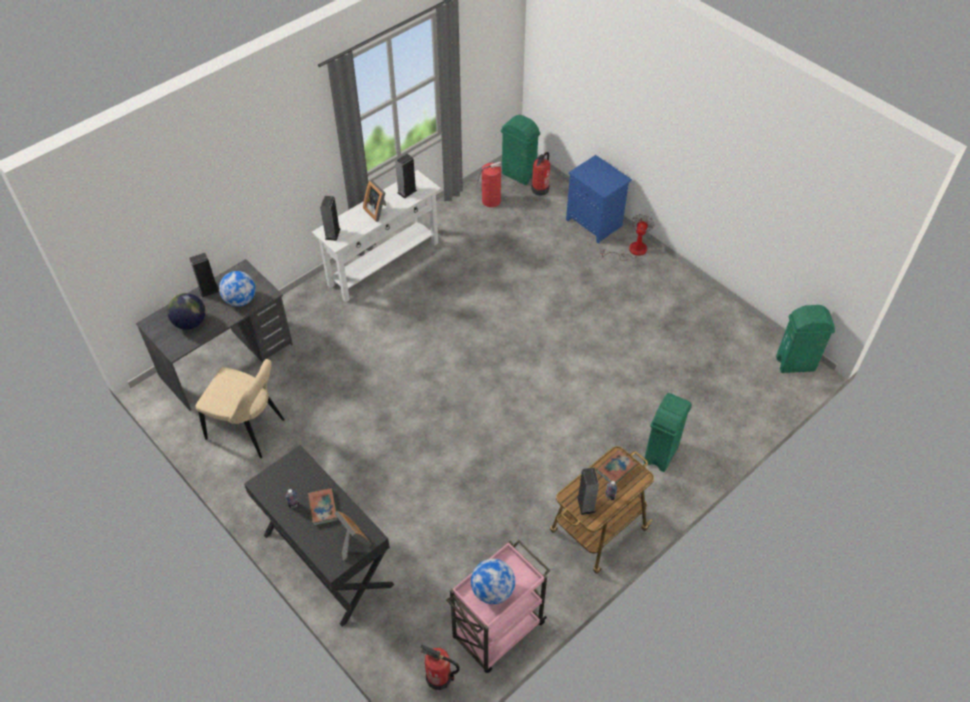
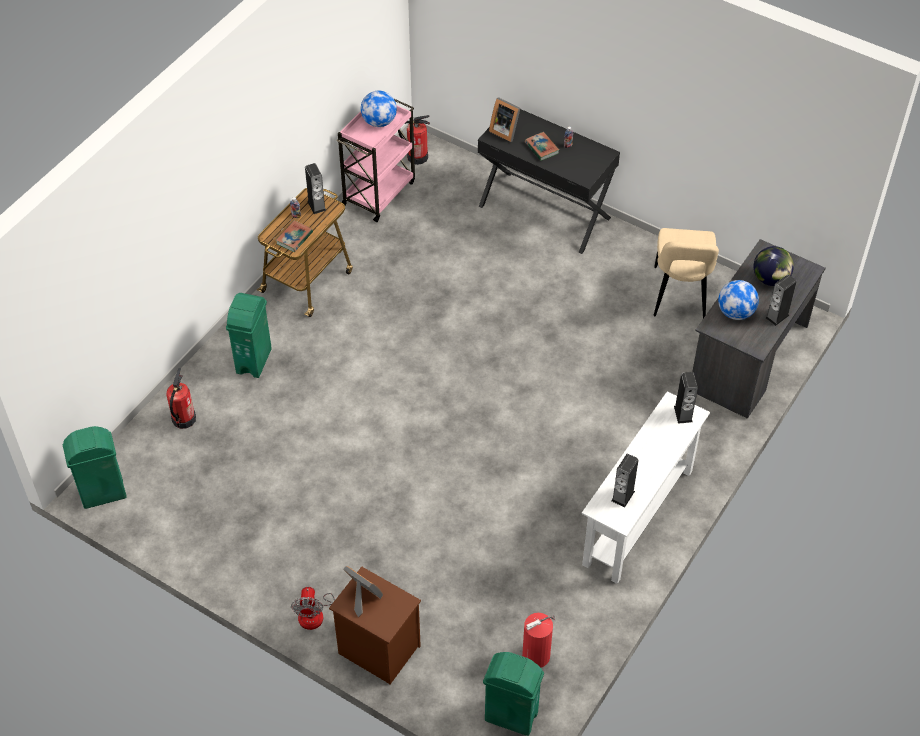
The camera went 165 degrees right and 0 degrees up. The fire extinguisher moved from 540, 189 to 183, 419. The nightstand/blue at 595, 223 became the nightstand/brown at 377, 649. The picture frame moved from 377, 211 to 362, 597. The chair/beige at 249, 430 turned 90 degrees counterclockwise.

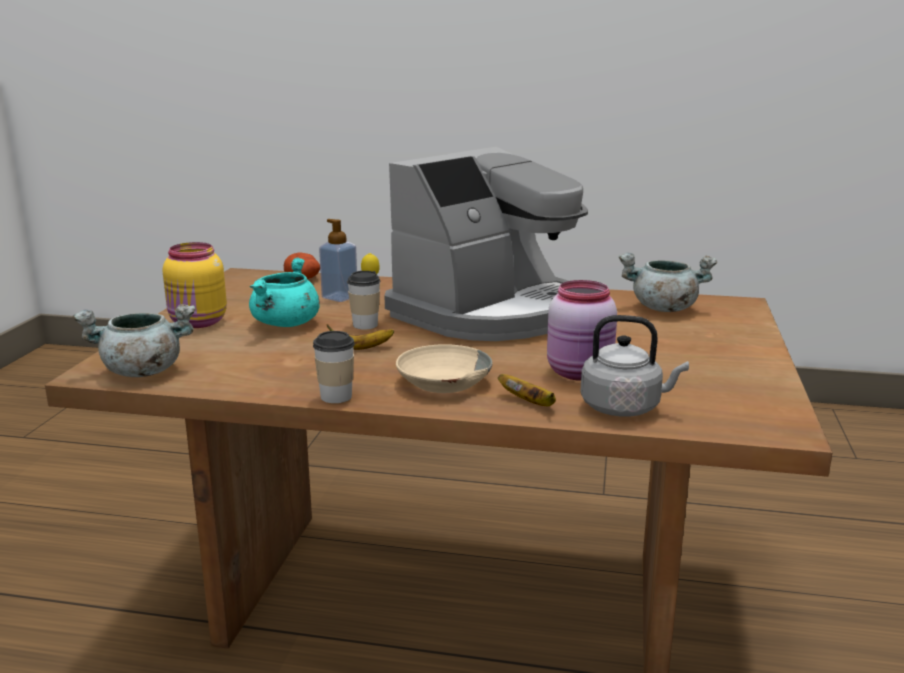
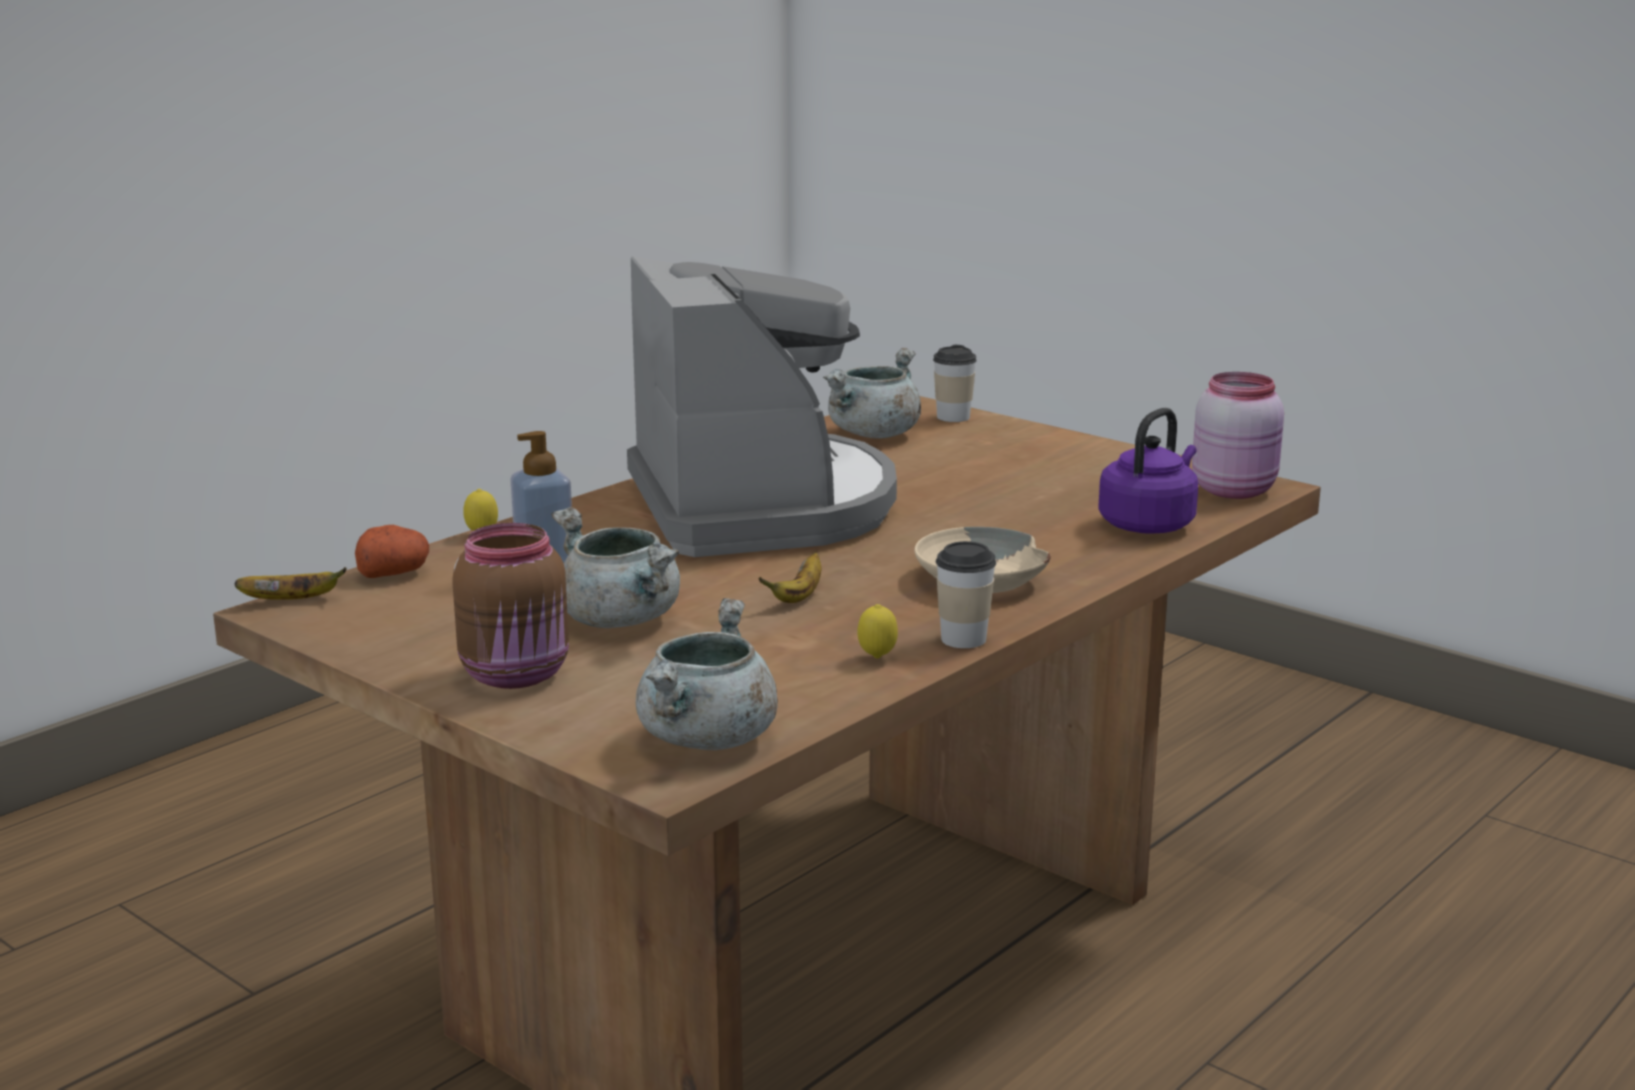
The camera went 60 degrees left and 0 degrees up. The jar/yellow at 198, 323 became the jar/brown at 518, 675. The cooking pot/turquoise at 286, 324 became the cooking pot/grey at 622, 620. The cup moved from 365, 325 to 953, 417. The jar/pink moved from 581, 373 to 1235, 490. The kettle/grey at 625, 408 became the kettle/purple at 1149, 524. The banana moved from 529, 402 to 293, 600. The lemon at 877, 658 appeared.

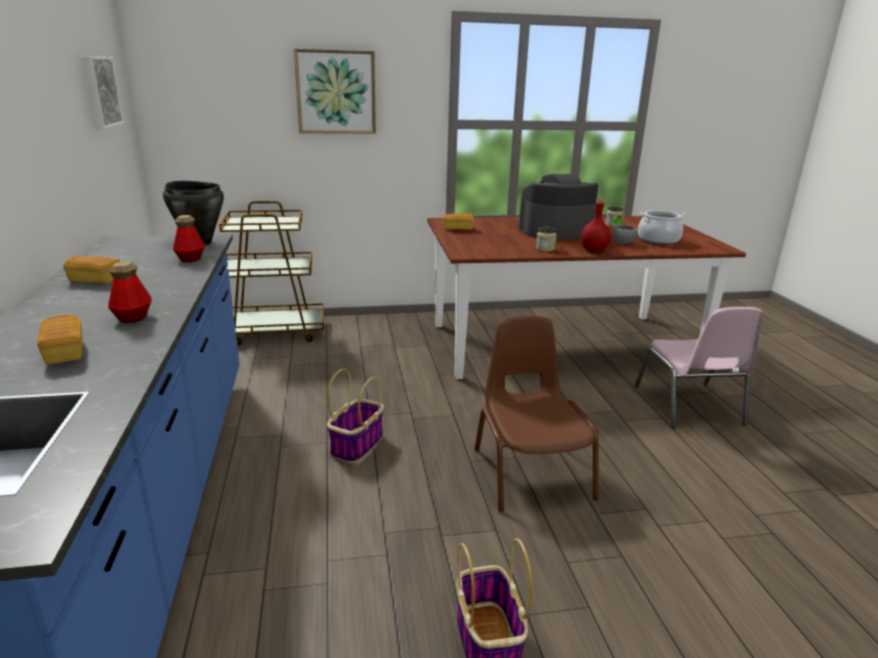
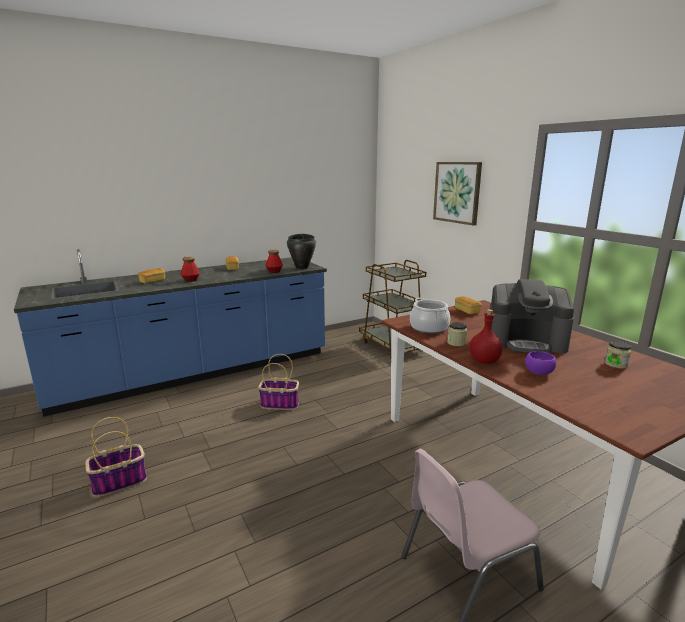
The camera went 70 degrees right and 5 degrees down. The picture at 100, 92 disappeared. The coffee machine at 555, 232 turned 135 degrees clockwise. The cooking pot moved from 658, 240 to 429, 328. The bowl/grey at 623, 243 became the bowl/purple at 539, 373. The chair/brown at 530, 472 disappeared.

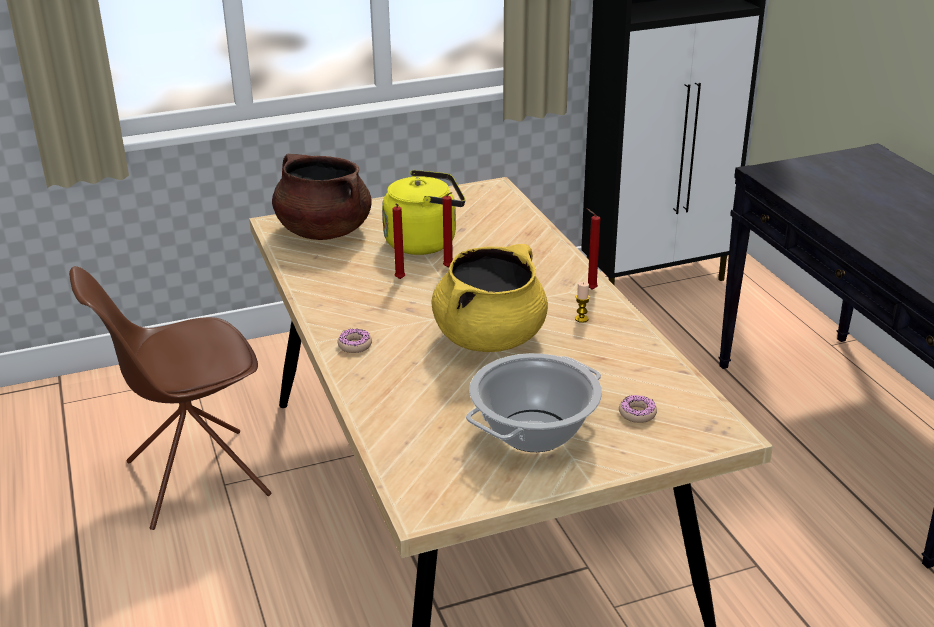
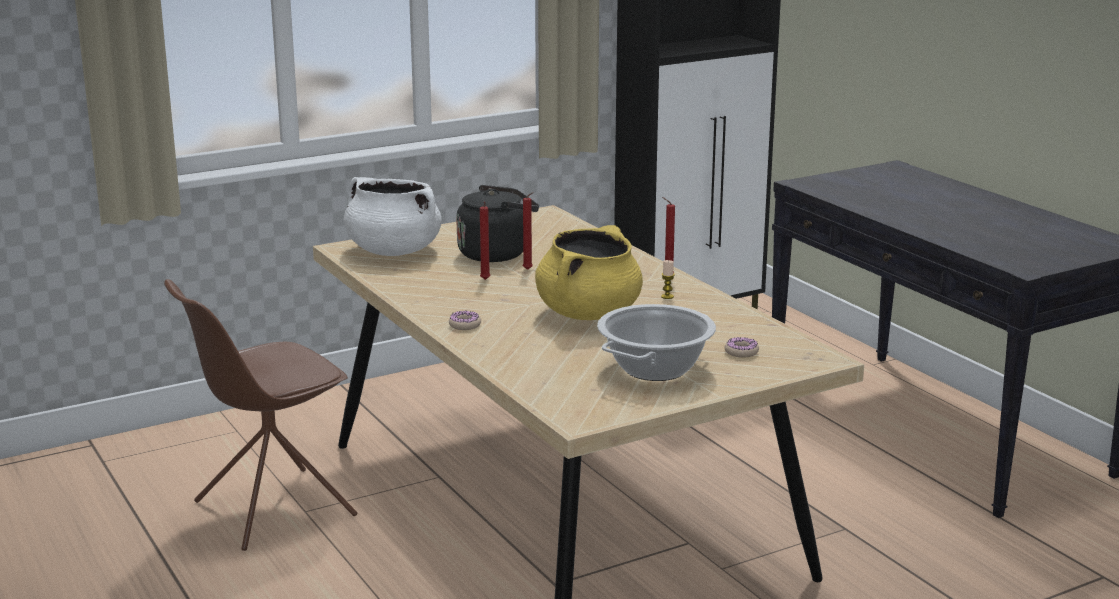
The camera went 10 degrees left and 10 degrees down. The cooking pot/brown at 323, 231 became the cooking pot/white at 393, 251. The kettle/yellow at 425, 242 became the kettle/black at 497, 254.

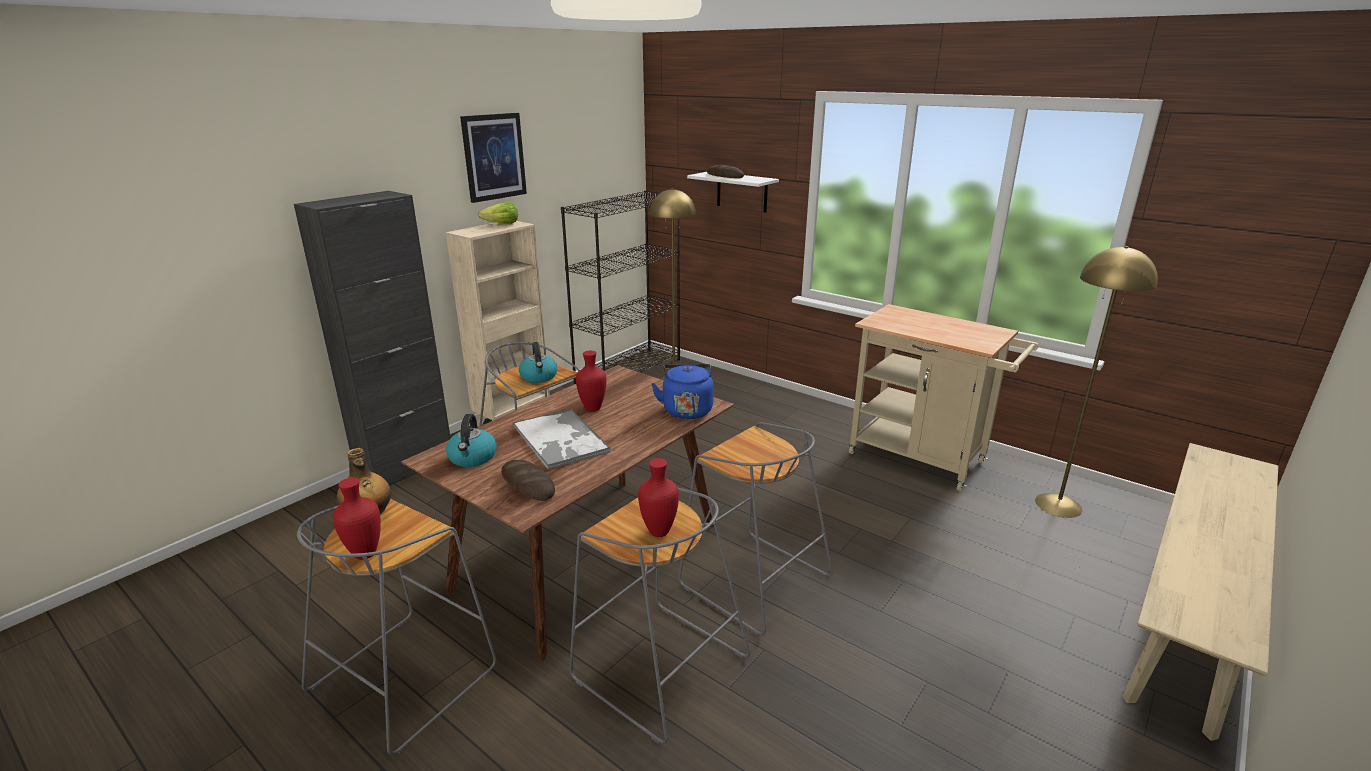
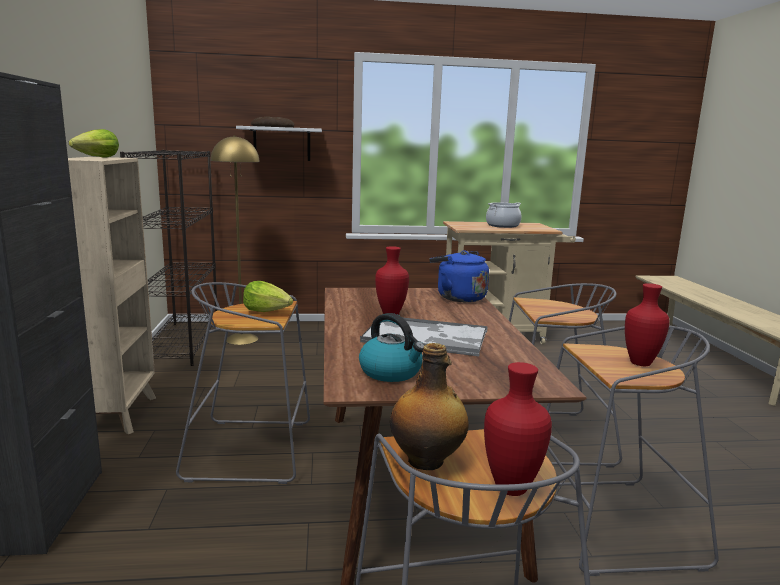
The camera went 45 degrees left and 10 degrees down. The picture at 494, 157 disappeared. The floor lamp/yellow at 1058, 505 disappeared. The kettle at 539, 377 was replaced by the lettuce at 267, 311. The bread at 528, 484 disappeared. The cooking pot at 502, 225 appeared.

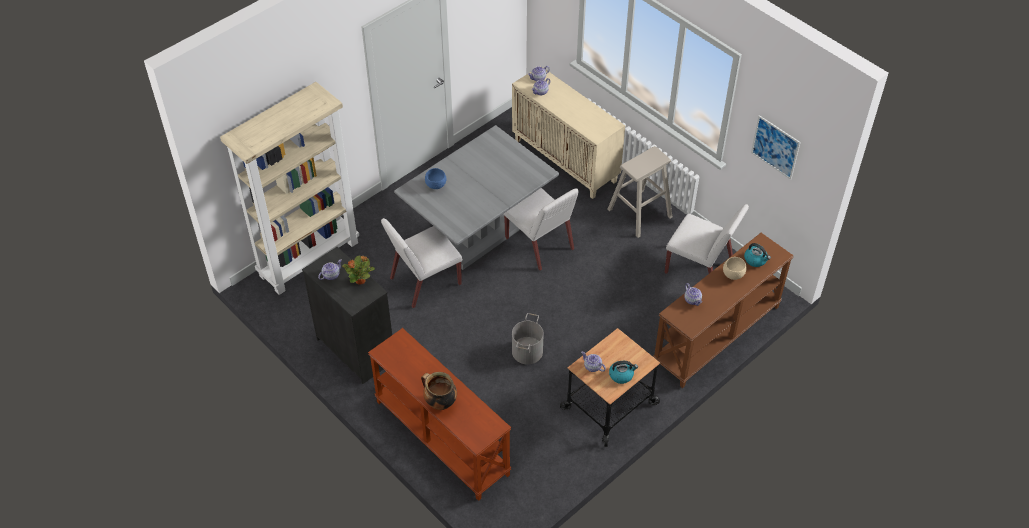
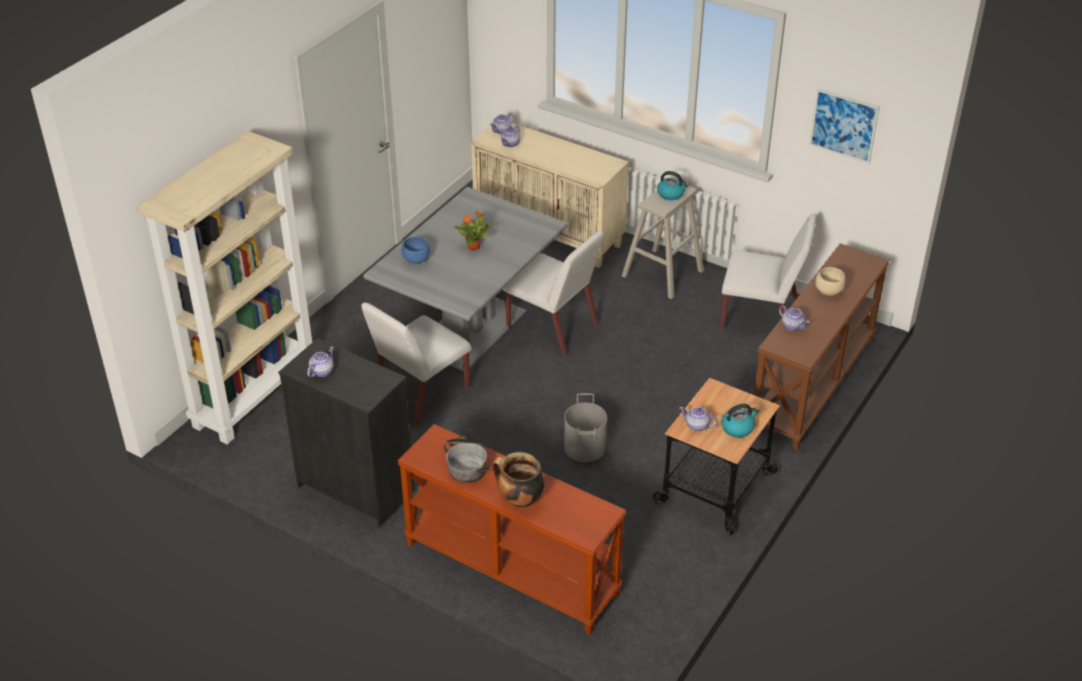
The camera went 15 degrees left and 10 degrees down. The kettle moved from 755, 260 to 671, 194. The potted plant moved from 361, 280 to 474, 247. The cooking pot at 466, 464 appeared.

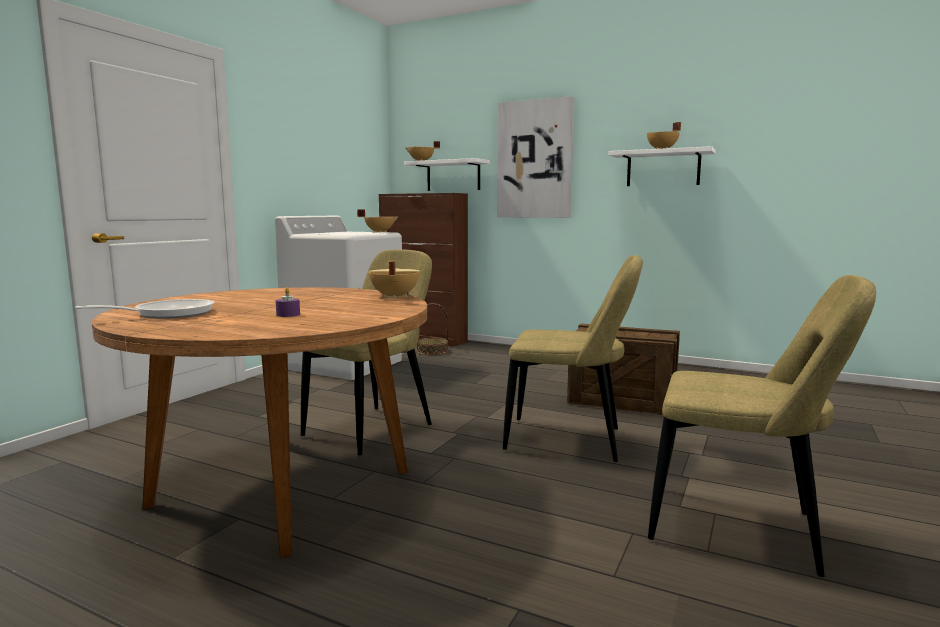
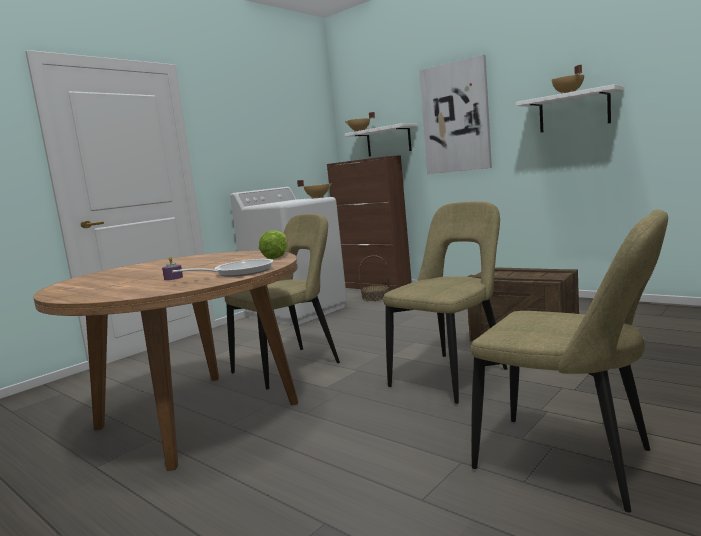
The camera went 15 degrees right and 0 degrees up. The chair/beige at 570, 440 turned 75 degrees counterclockwise. The cooking pot/beige at 393, 297 was replaced by the lettuce at 276, 256. The frying pan moved from 167, 314 to 238, 272.

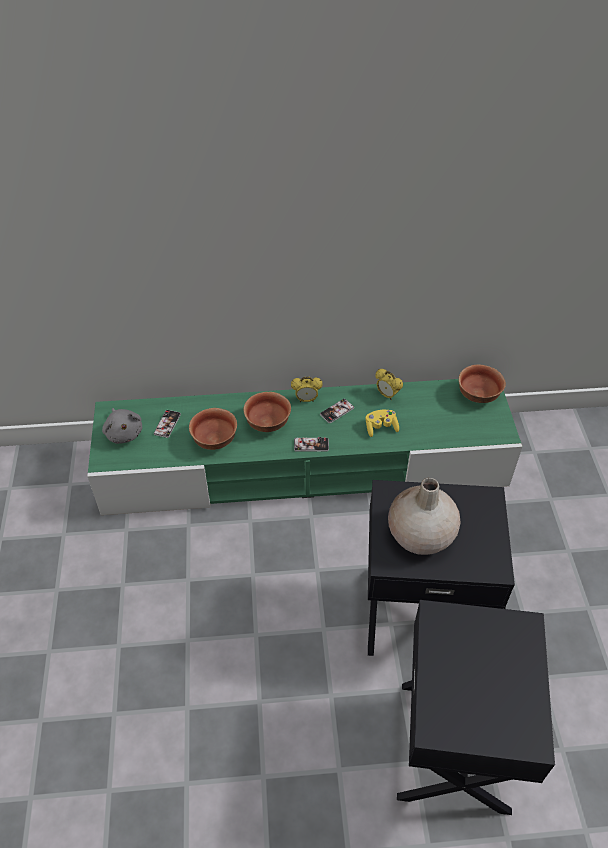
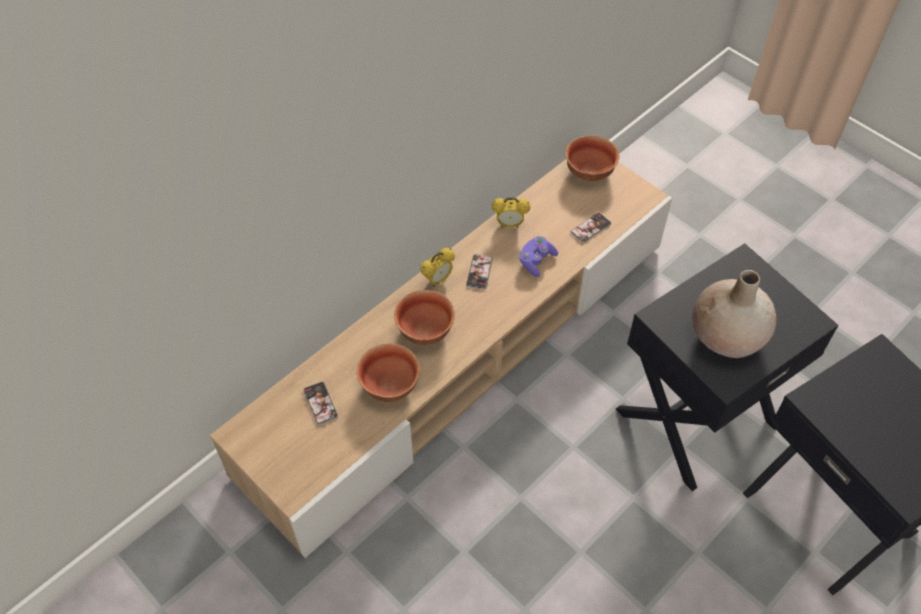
The camera went 40 degrees left and 5 degrees up. The tv stand/green at 305, 466 became the tv stand/beige at 461, 353. The plush toy/grey at 124, 432 disappeared. The game controller/yellow at 381, 427 became the game controller/purple at 536, 261. The phone moved from 311, 445 to 590, 228.

